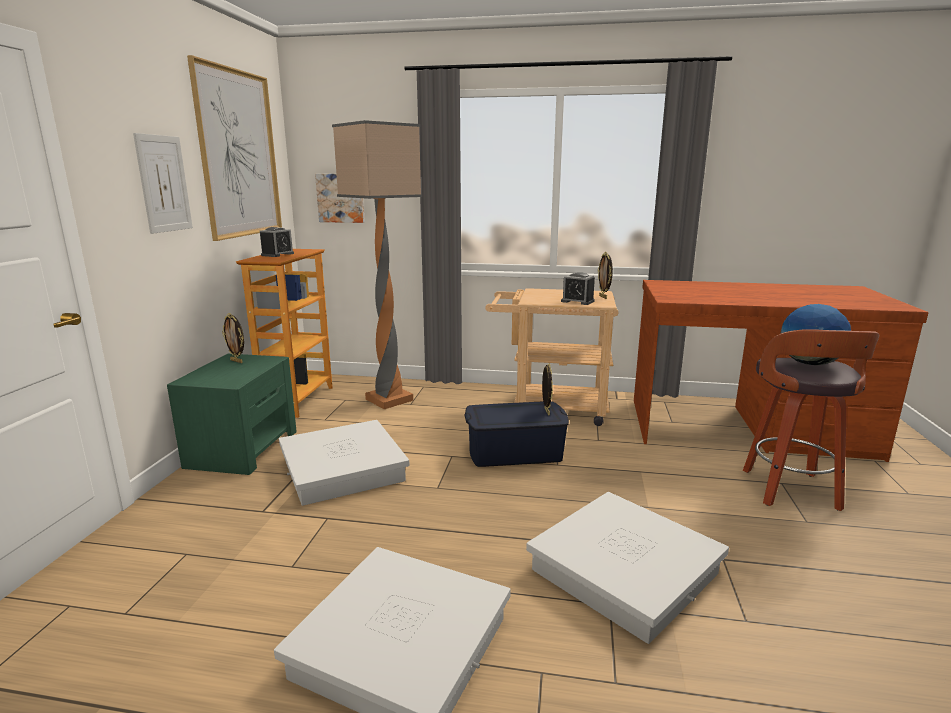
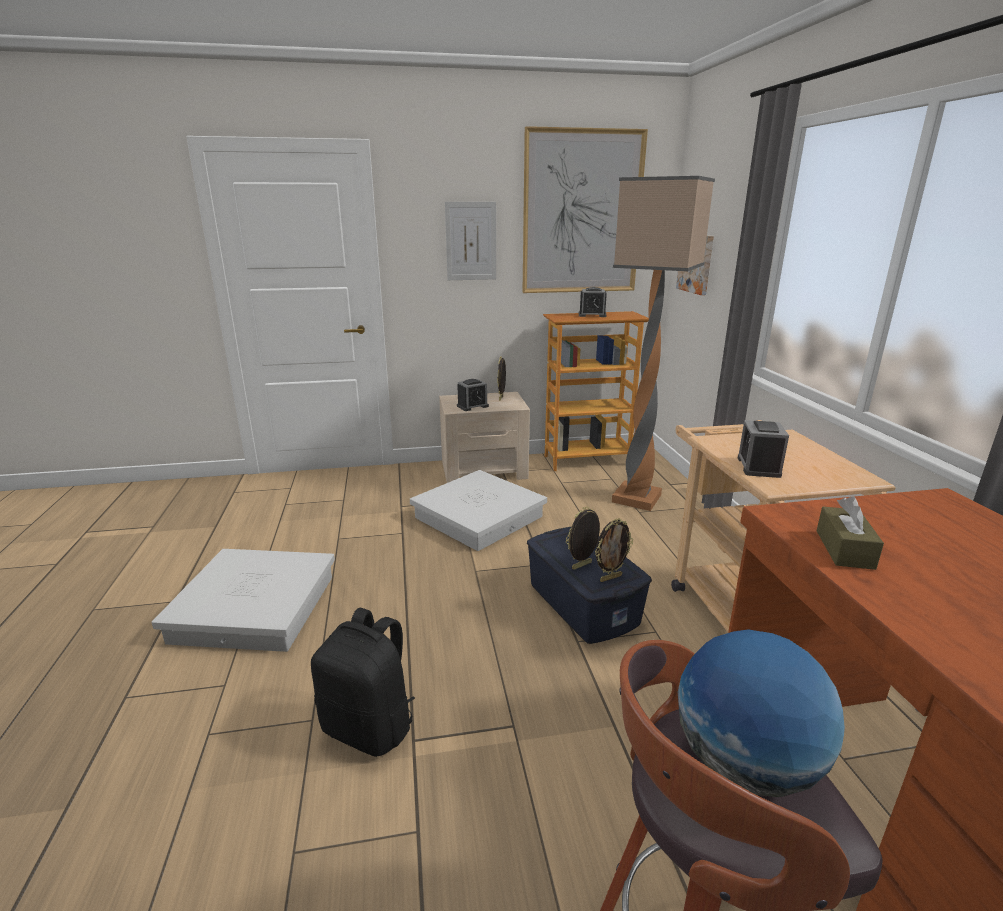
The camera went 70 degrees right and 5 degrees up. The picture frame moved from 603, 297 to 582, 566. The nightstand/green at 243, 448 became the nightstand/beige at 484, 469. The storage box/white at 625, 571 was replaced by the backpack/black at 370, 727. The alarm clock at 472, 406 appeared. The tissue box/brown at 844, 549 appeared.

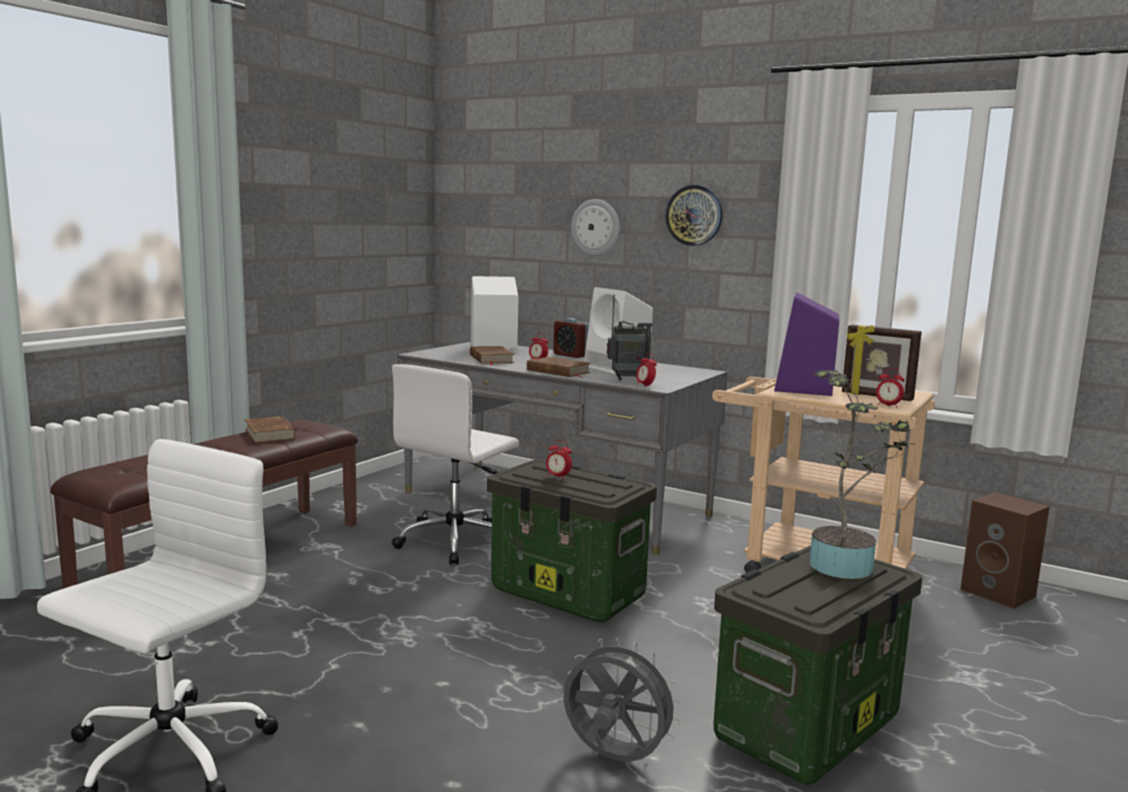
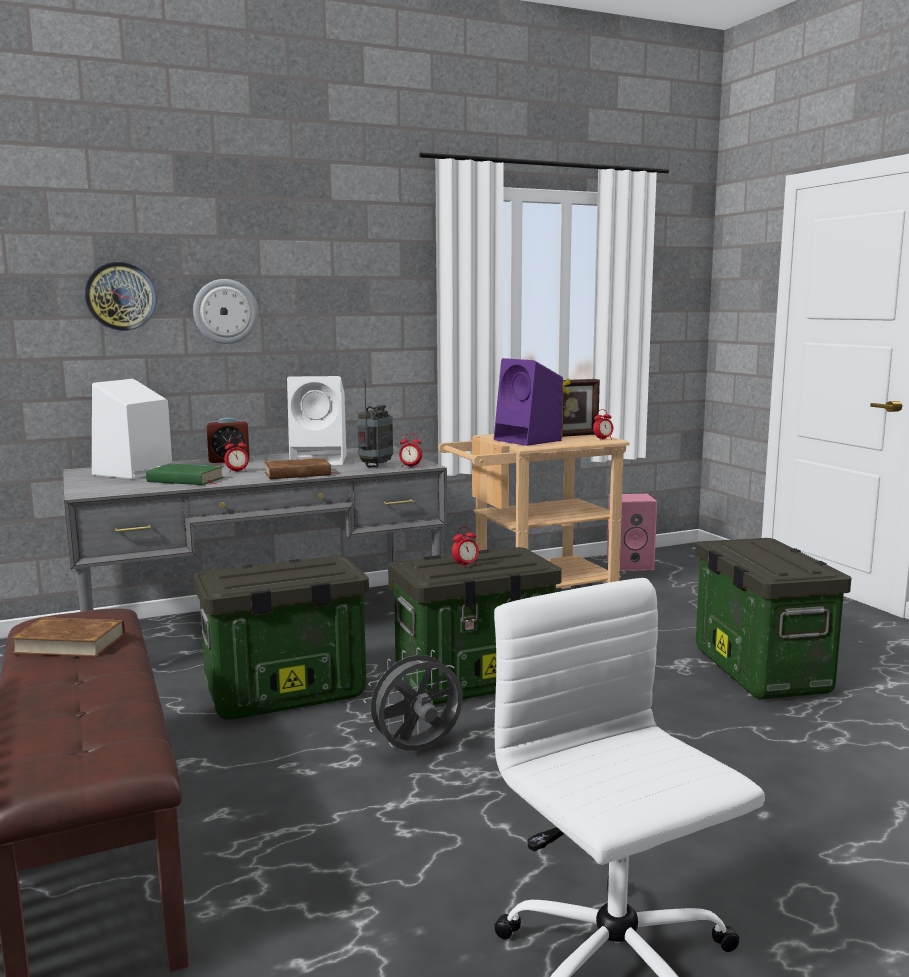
The camera went 55 degrees left and 0 degrees up. The wall clock moved from 694, 215 to 120, 296. The book/brown at 491, 359 became the book/green at 186, 480. The office chair/white at 456, 541 was replaced by the storage box at 284, 694. The potted plant at 847, 565 disappeared. The speaker/brown at 1000, 593 became the speaker/pink at 631, 565. The fan/grey moved from 614, 759 to 417, 751.

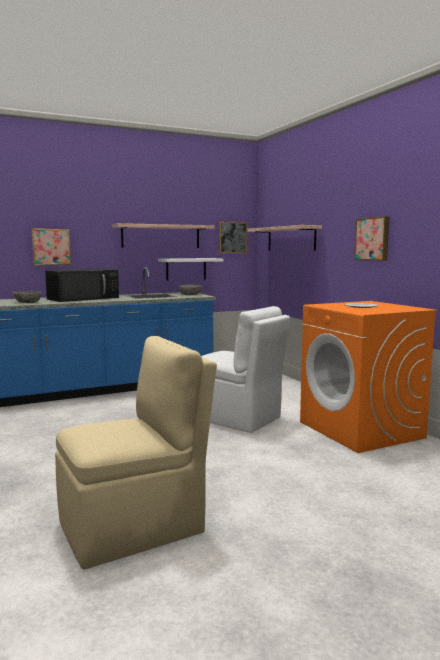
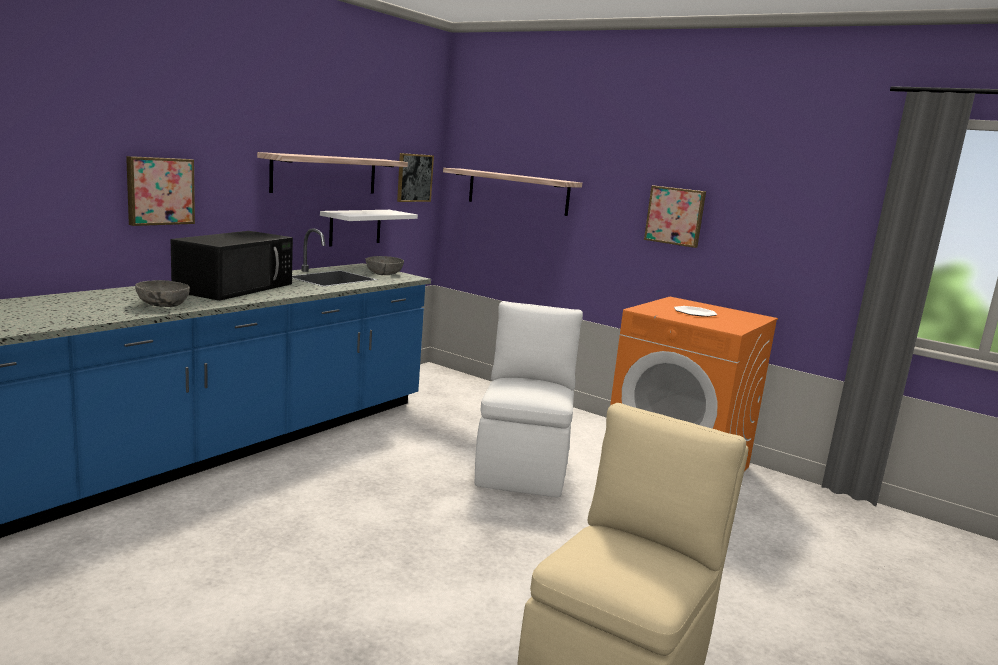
The camera went 30 degrees left and 5 degrees up. The chair/white at 237, 418 turned 90 degrees counterclockwise.

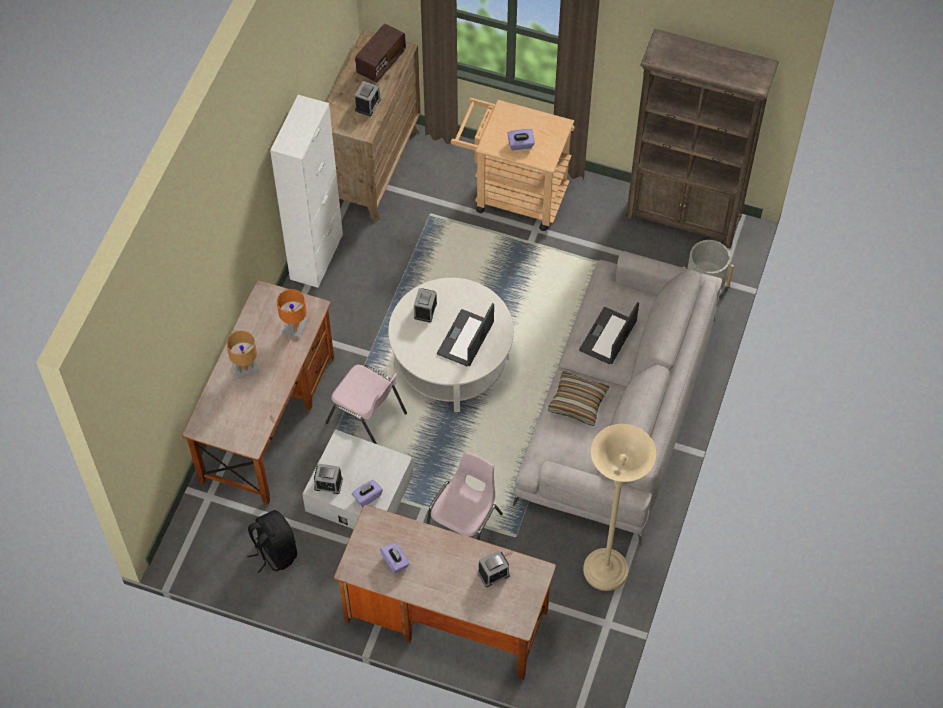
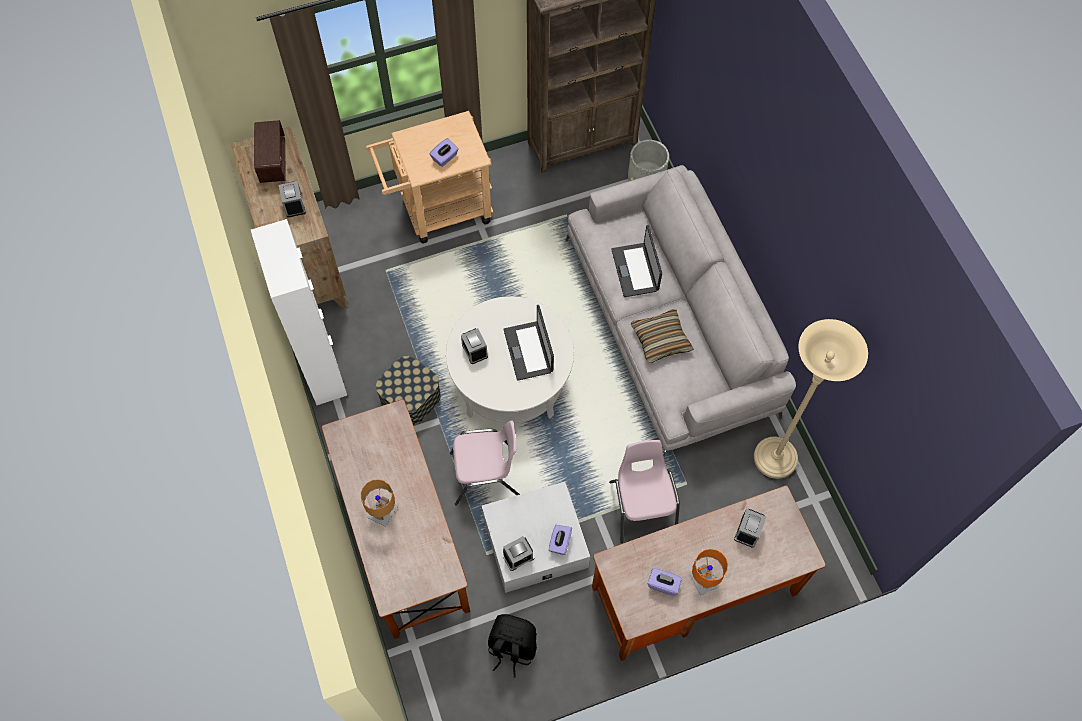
The camera went 40 degrees left and 5 degrees up. The table lamp/orange moved from 294, 327 to 703, 580. The storage box at 410, 398 appeared.

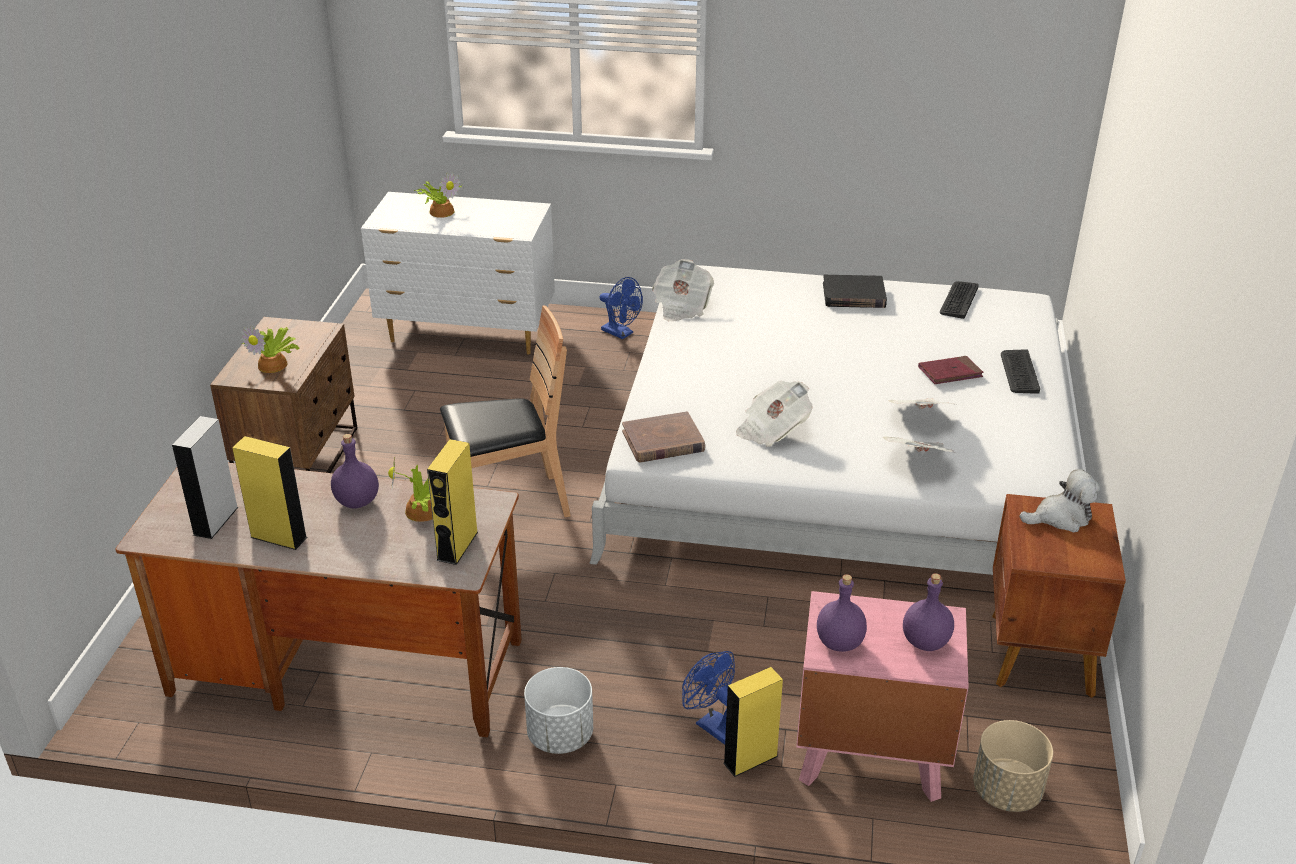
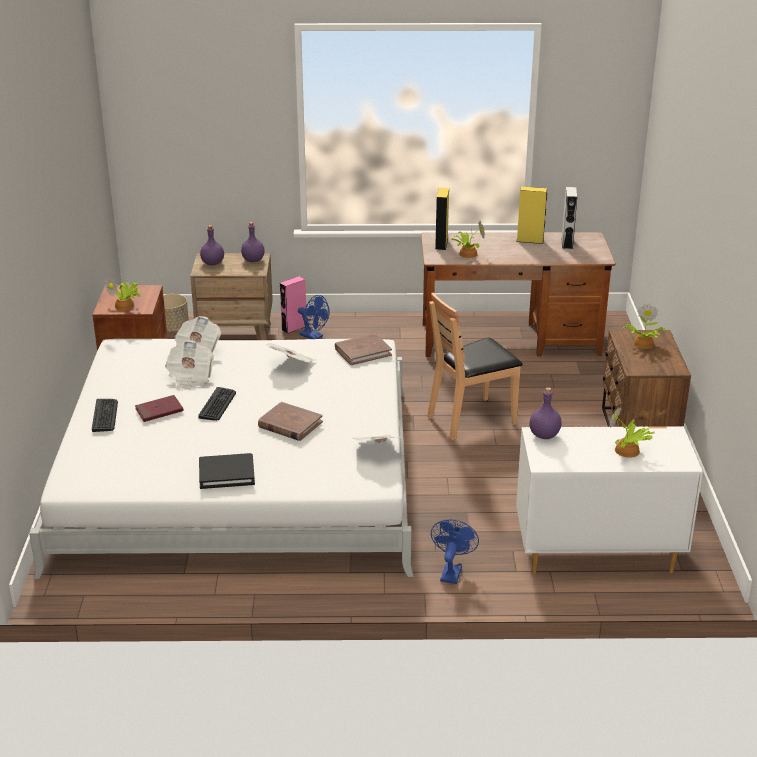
The camera went 170 degrees right and 5 degrees down. The fan/blue at 621, 333 turned 75 degrees clockwise. The keyboard moved from 958, 300 to 217, 404. The bottle/purple moved from 357, 501 to 544, 435. The plush toy at 1060, 517 was replaced by the potted plant at 126, 305. The nightstand/pink at 870, 753 became the nightstand/brown at 236, 334. The planter/white at 560, 736 disappeared. The speaker/yellow at 750, 759 became the speaker/pink at 294, 328. The book/brown at 290, 424 appeared.

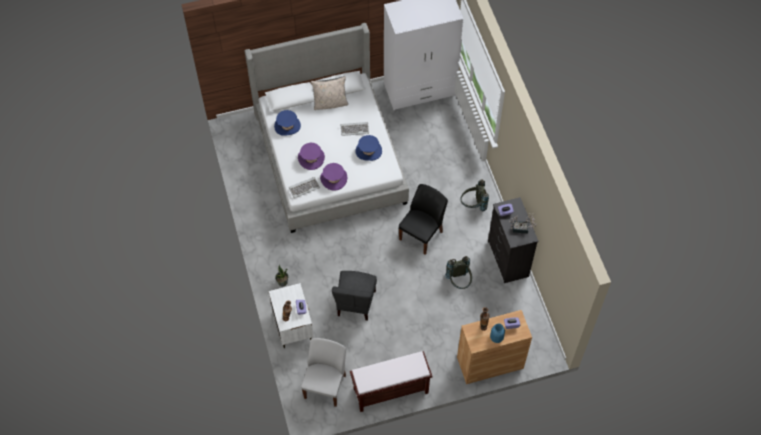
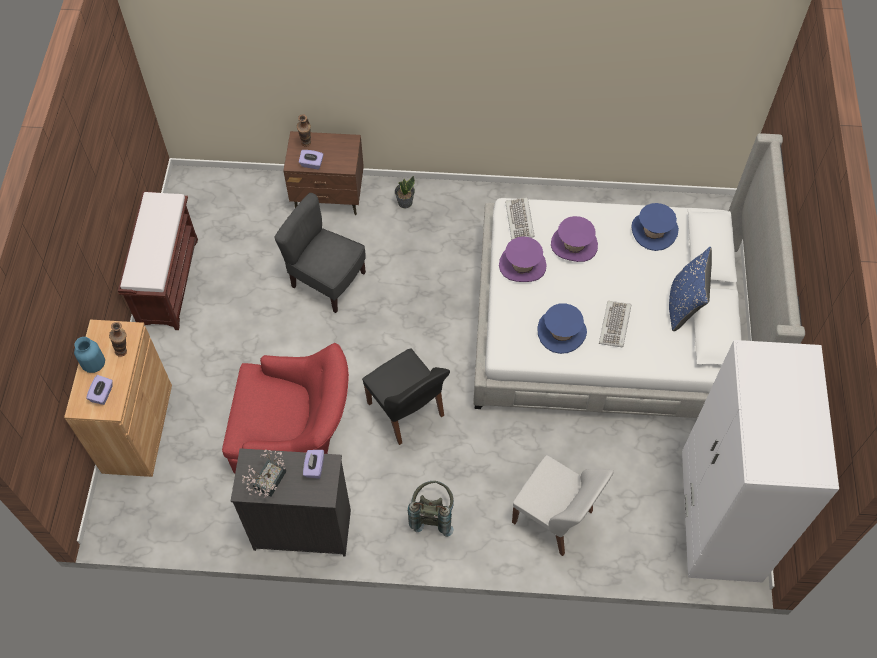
The camera went 110 degrees right and 0 degrees up. The pillow/beige at 330, 103 became the pillow/blue at 683, 305. The backpack/grey at 459, 282 was replaced by the armchair/red at 295, 436. The nightstand/white at 293, 326 became the nightstand/brown at 329, 196. The chair/white moved from 325, 385 to 554, 518.

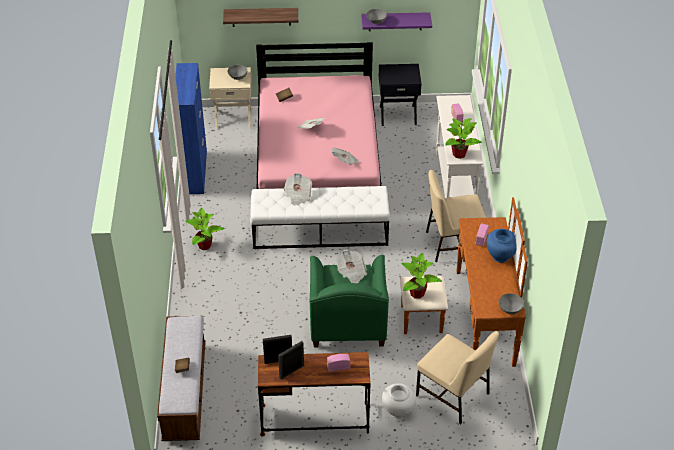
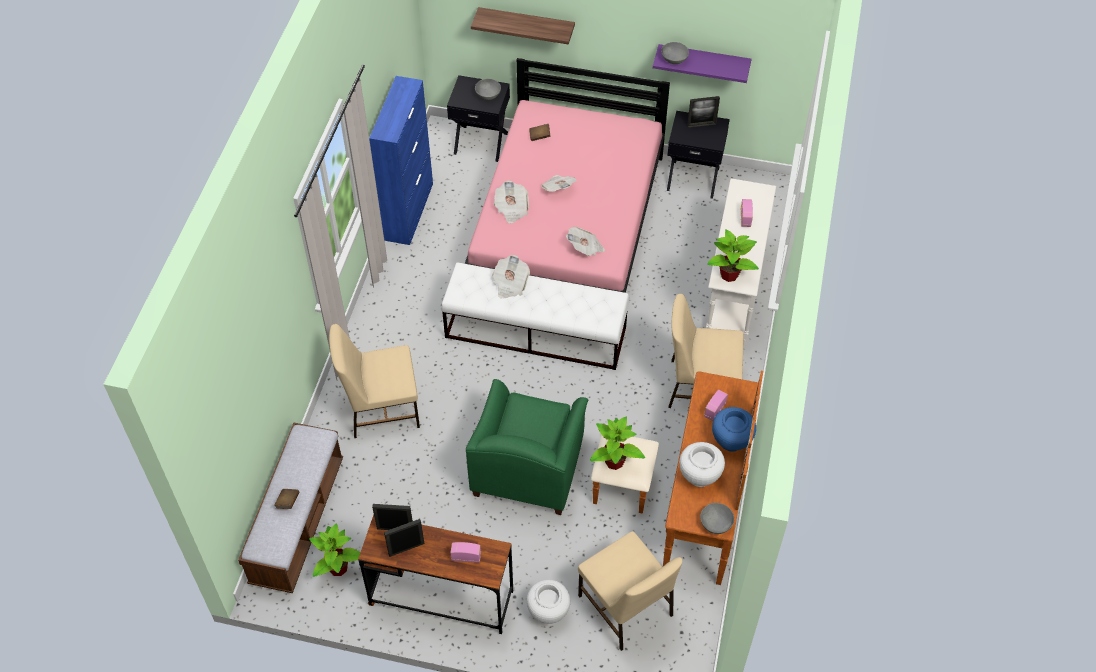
The camera went 15 degrees right and 10 degrees up. The nightstand/beige at 233, 118 became the nightstand/black at 481, 142. The potted plant moved from 204, 246 to 338, 568. The newspaper moved from 351, 273 to 511, 209. The picture frame at 701, 125 appeared. The chair/beige at 381, 408 appeared. The vase/white at 699, 477 appeared.

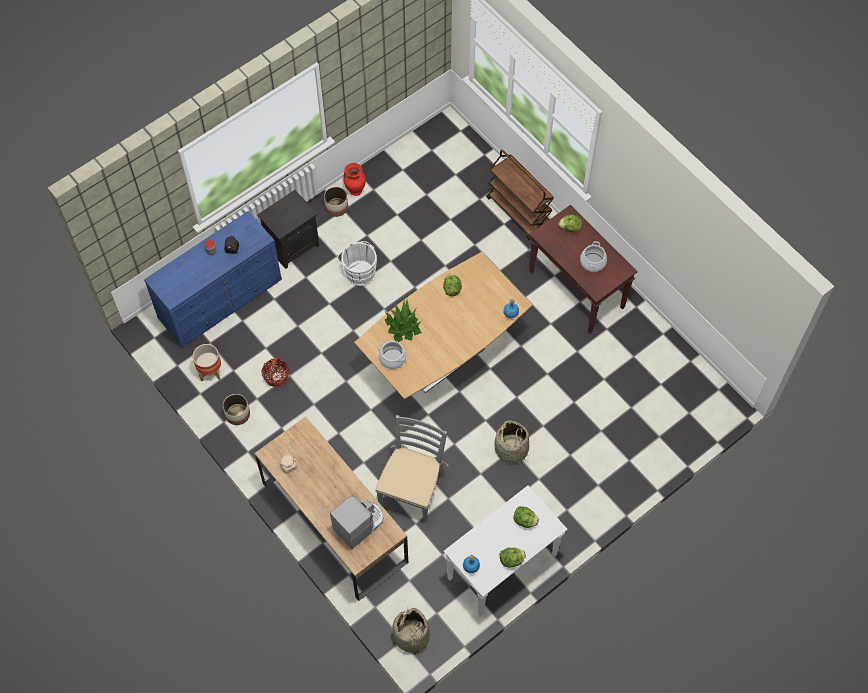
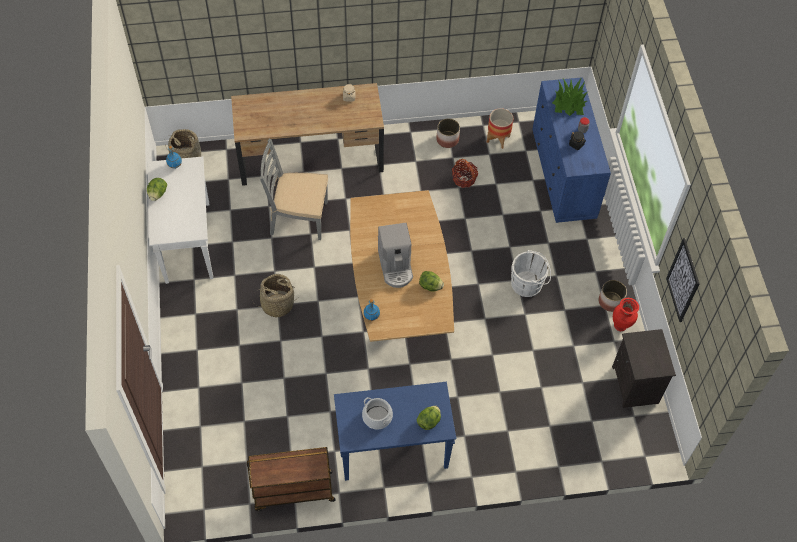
The camera went 120 degrees right and 5 degrees down. The cart/brown moved from 519, 212 to 293, 491. The nightstand/black moved from 292, 245 to 636, 385. The console table/brown at 577, 290 became the console table/blue at 392, 451. The potted plant moved from 403, 326 to 569, 103. The cooking pot at 392, 358 disappeared. The chair/grey at 412, 489 turned 135 degrees clockwise. The coffee machine moved from 359, 524 to 396, 267. The lettuce at 525, 520 disappeared. The picture at 683, 280 appeared.

